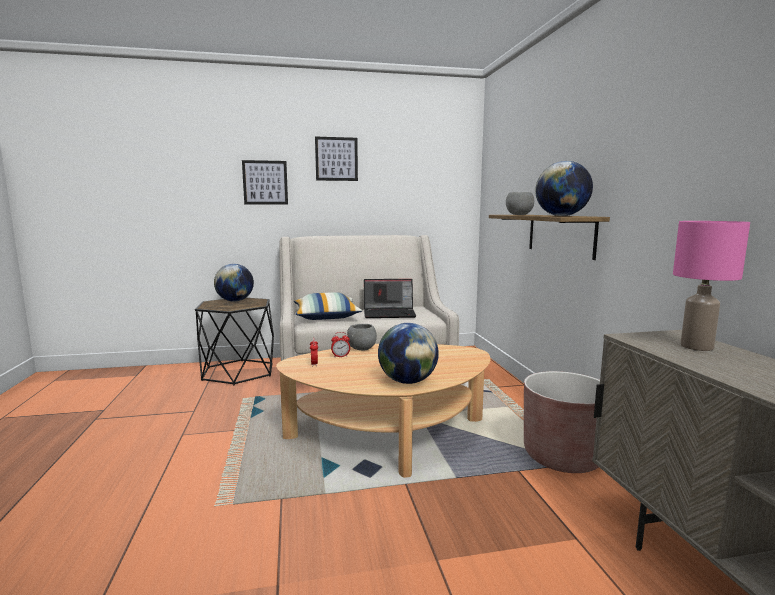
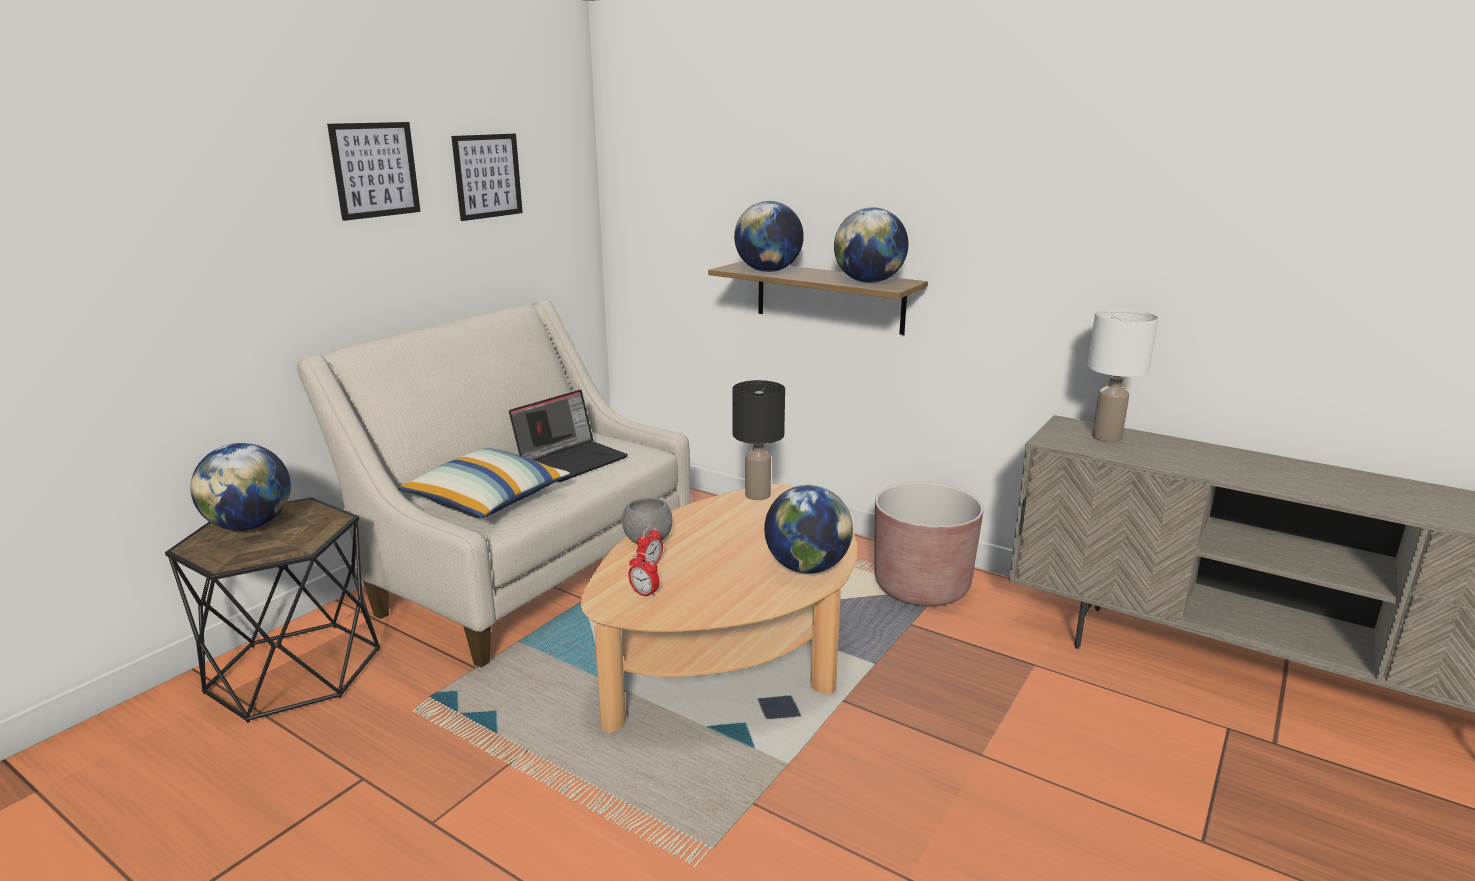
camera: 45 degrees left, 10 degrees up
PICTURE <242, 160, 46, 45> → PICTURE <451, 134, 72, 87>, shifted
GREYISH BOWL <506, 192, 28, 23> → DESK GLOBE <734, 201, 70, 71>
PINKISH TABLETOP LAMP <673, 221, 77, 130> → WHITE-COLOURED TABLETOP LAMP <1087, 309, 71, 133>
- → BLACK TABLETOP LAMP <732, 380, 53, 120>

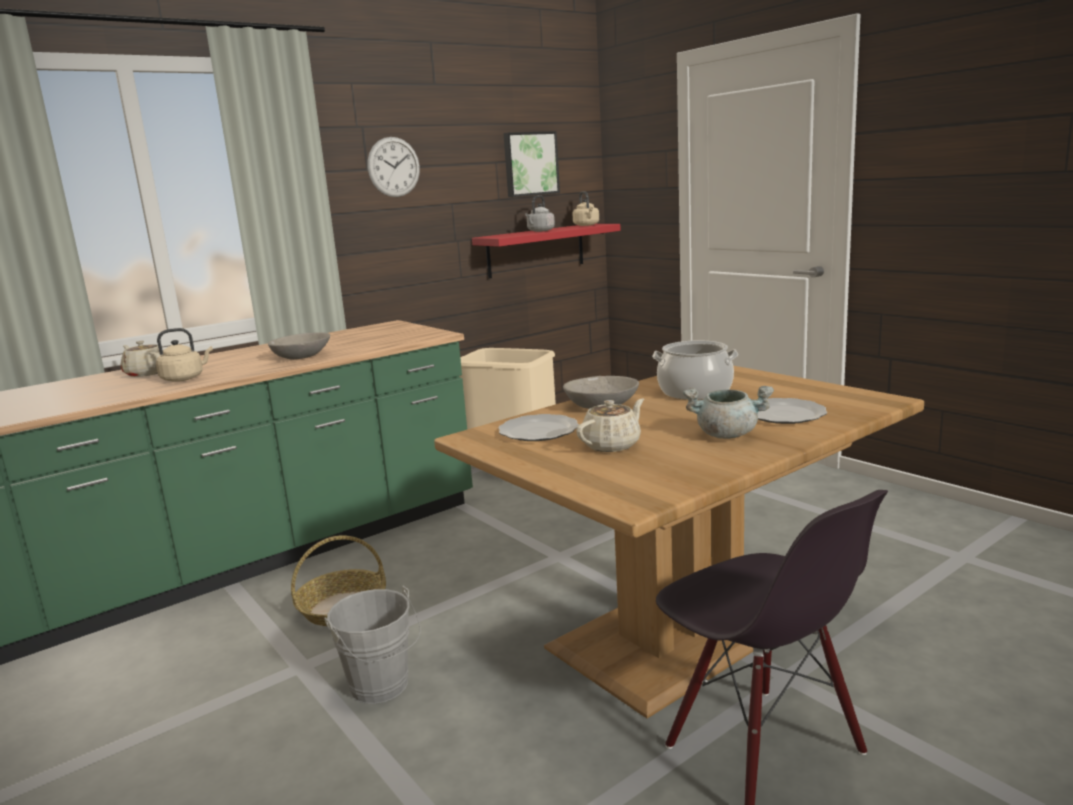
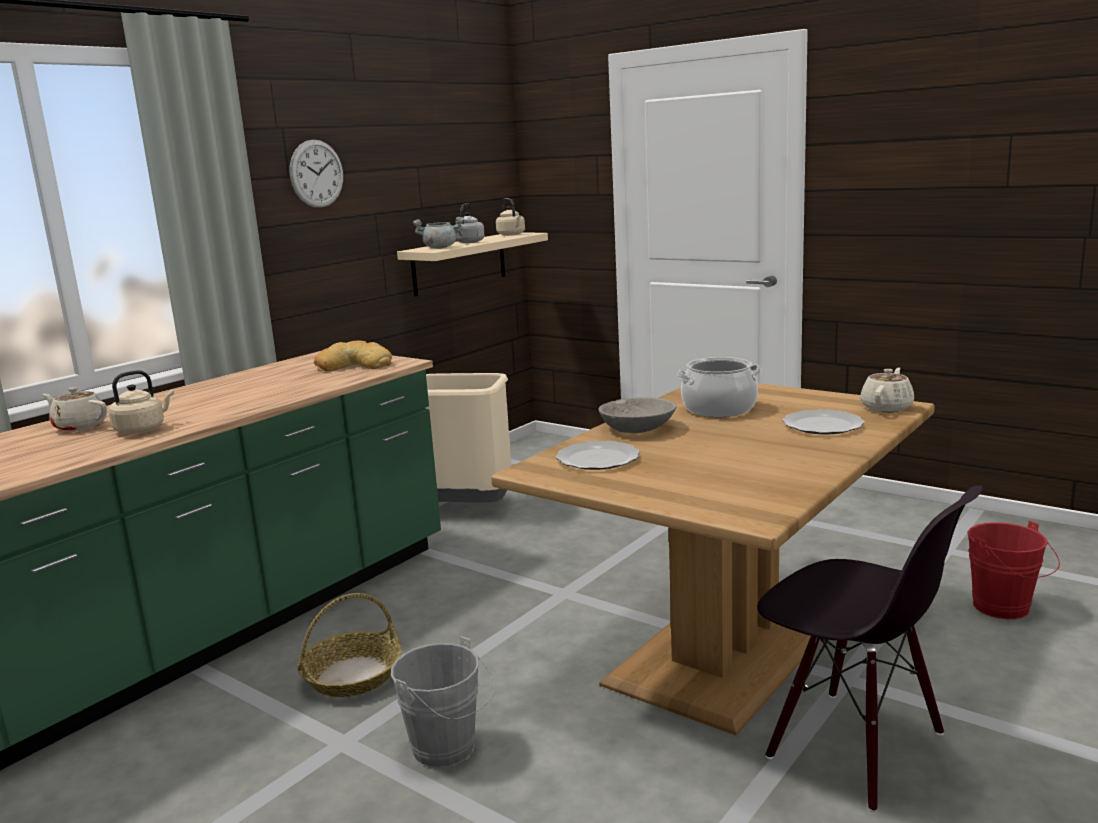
camera: 15 degrees left, 0 degrees up
GREYISH BOWL <268, 332, 62, 28> → -
REDDISH BRACKET SHELF <472, 224, 149, 55> → SAND-COLOURED BRACKET SHELF <397, 232, 151, 64>
PICTURE <503, 131, 57, 66> → -
SAND-COLOURED TEAPOT <576, 399, 68, 53> → SAND-COLOURED TEAPOT <860, 368, 54, 44>, shifted
GREYISH COOKING POT <683, 386, 91, 53> → GREYISH COOKING POT <413, 217, 51, 32>, shifted
- → BREAD <314, 340, 78, 31>
- → REDDISH PAIL <967, 521, 93, 98>

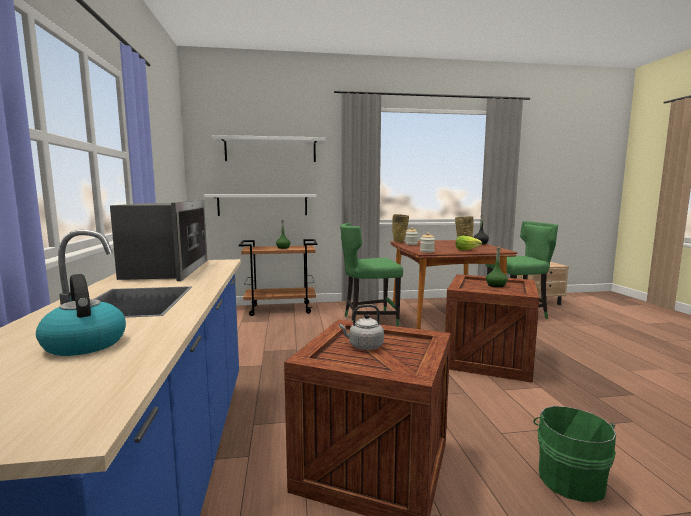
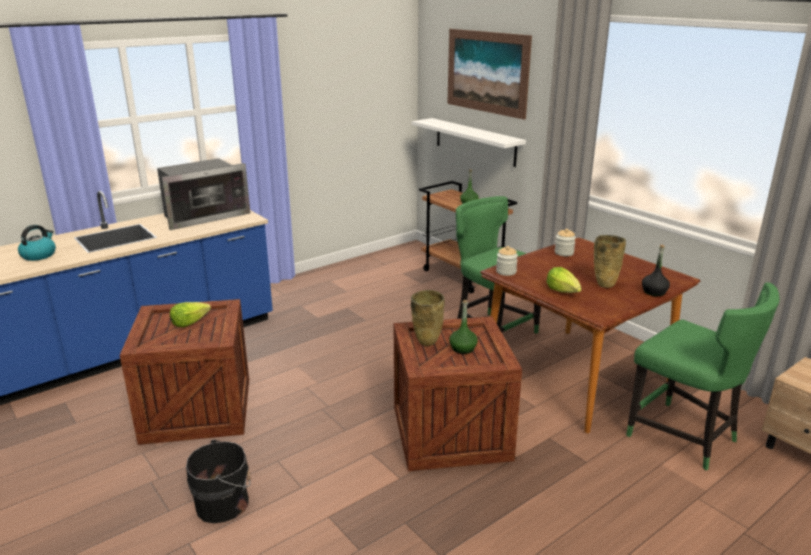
camera: 60 degrees right, 15 degrees up
WHITE-COLOURED BRACKET SHELF <212, 135, 113, 27> → PICTURE <447, 29, 85, 91>
GREYISH TEA KETTLE <339, 304, 45, 46> → LETTUCE <170, 302, 41, 25>
SAND-COLOURED FLOWER VASE <392, 214, 17, 28> → SAND-COLOURED FLOWER VASE <411, 290, 34, 56>, shifted
GREEN PAIL <533, 406, 83, 96> → BLACK PAIL <186, 440, 65, 83>

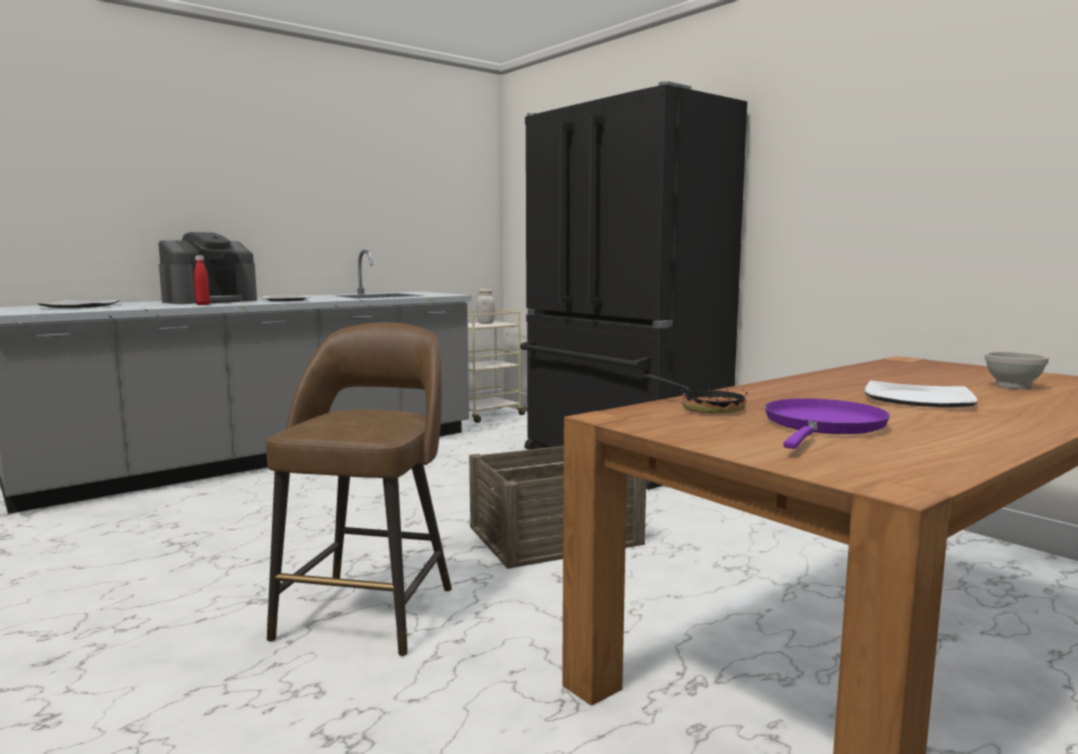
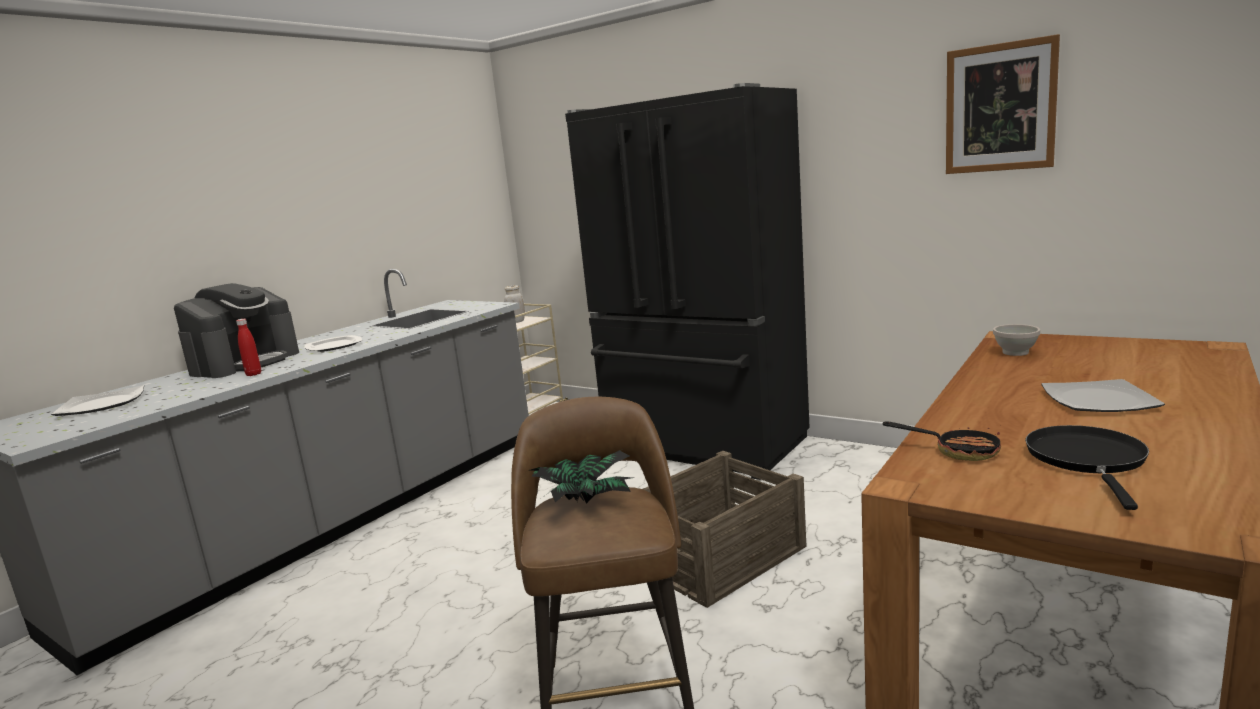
camera: 15 degrees left, 5 degrees up
PURPLE-COLOURED PAN <765, 398, 125, 51> → BLACK PAN <1025, 425, 124, 85>
WHITE-COLOURED BOWL <985, 352, 64, 37> → WHITE-COLOURED BOWL <993, 324, 47, 32>, shifted
- → POTTED PLANT <531, 450, 102, 54>
- → PICTURE <946, 34, 114, 140>

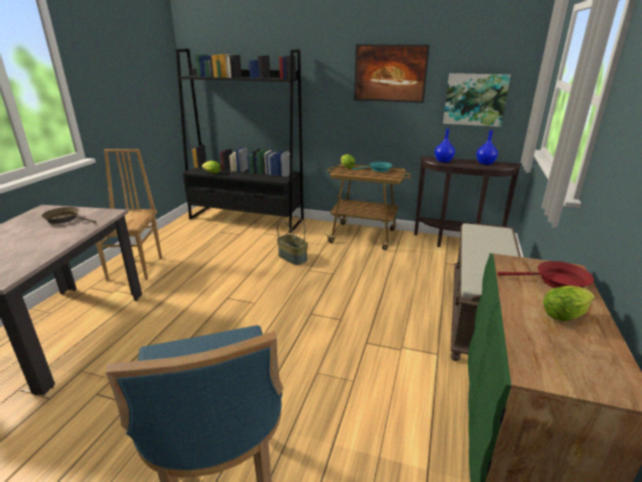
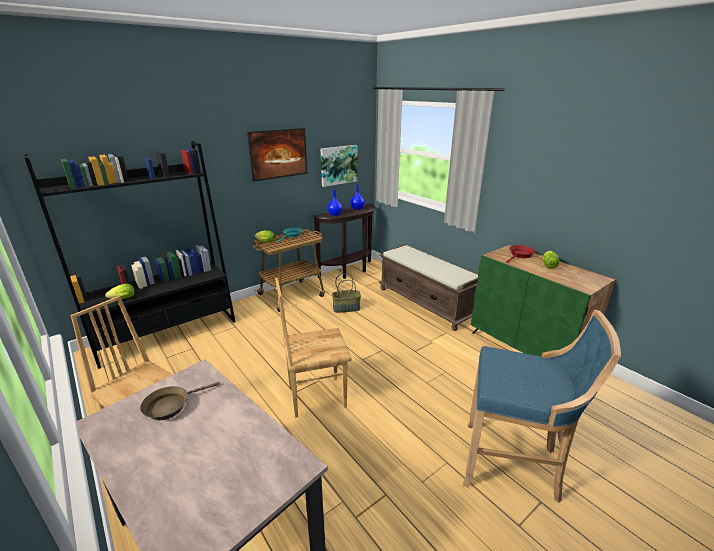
camera: 55 degrees left, 0 degrees up
STORAGE BASKET <277, 216, 31, 49> → STORAGE BASKET <332, 273, 29, 40>, shifted
- → BROWN-COLOURED UPRIGHT CHAIR <275, 277, 76, 141>

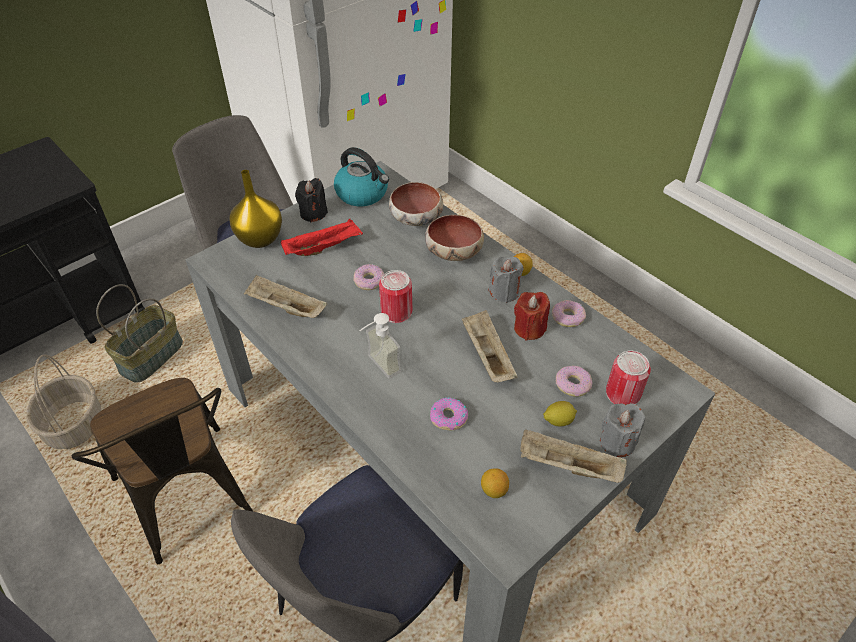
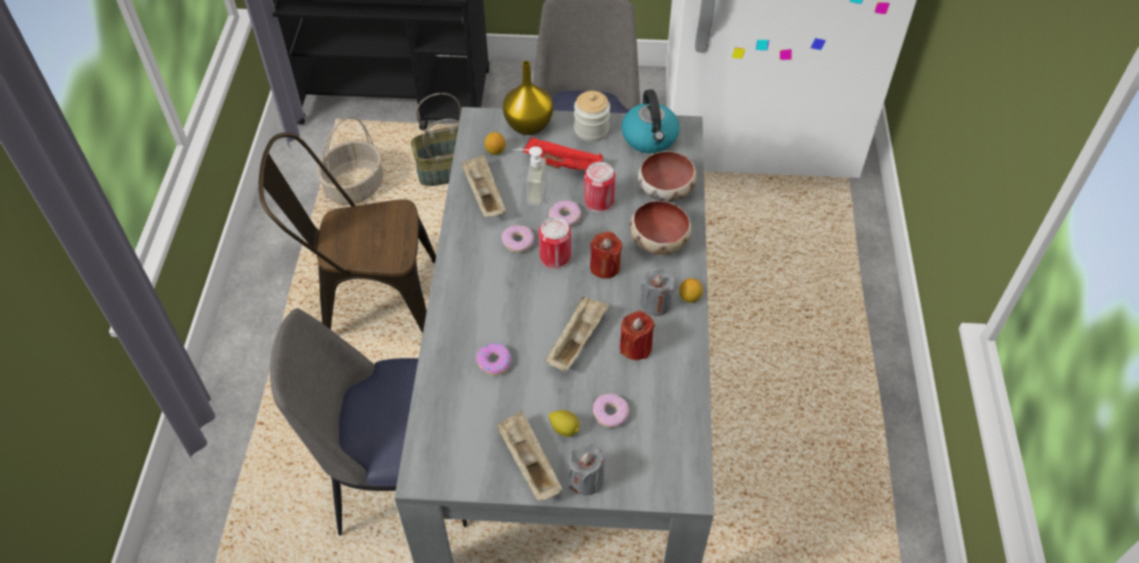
camera: 45 degrees right, 5 degrees up
BROWN-COLOURED UPRIGHT CHAIR <72, 378, 181, 186> → BROWN-COLOURED UPRIGHT CHAIR <259, 133, 177, 200>, 75 degrees clockwise
BLACK CANDLE <295, 178, 33, 44> → JAR <574, 91, 36, 51>
SOAP BOTTLE <359, 313, 42, 66> → SOAP BOTTLE <513, 146, 34, 60>, shifted
CITRUS FRUIT <481, 468, 28, 30> → CITRUS FRUIT <484, 132, 22, 23>, shifted
DONUT <552, 300, 34, 27> → DONUT <502, 225, 32, 28>, shifted
METAL CAN <606, 351, 45, 53> → METAL CAN <584, 162, 32, 50>, shifted
- → REDDISH CANDLE <590, 231, 32, 48>

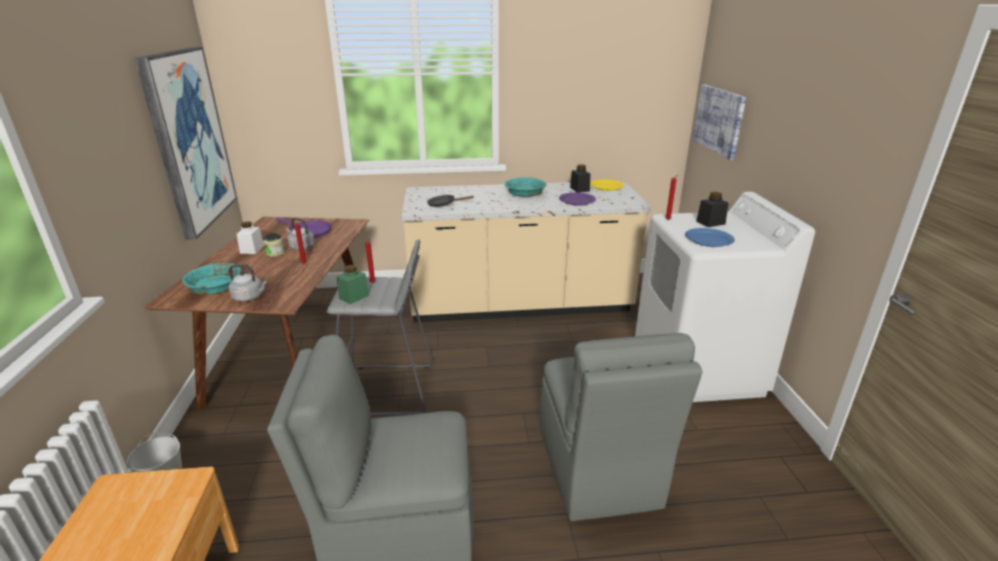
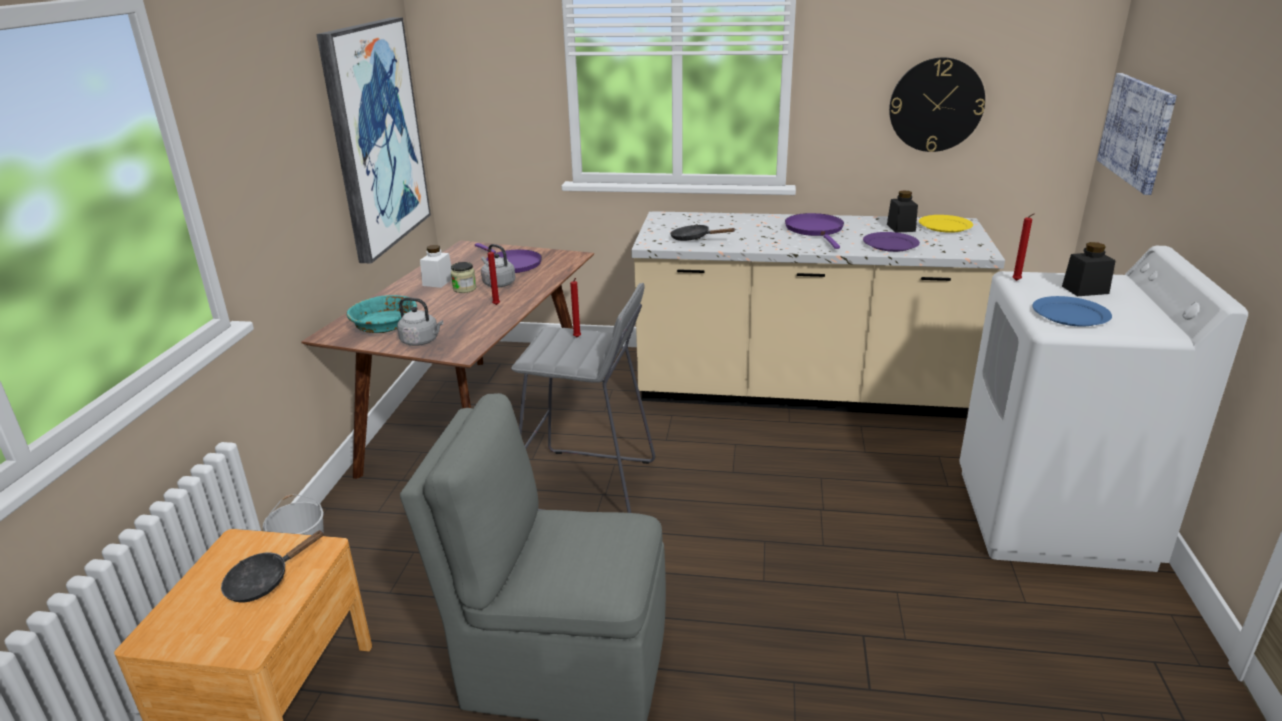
camera: 15 degrees right, 0 degrees up
GREEN JAR <337, 265, 32, 39> → -
BLUE-GREEN BOWL <505, 177, 42, 20> → PURPLE-COLOURED PAN <785, 213, 59, 36>
GREYISH UPRIGHT CHAIR <540, 333, 162, 188> → -
- → BLACK PAN <221, 530, 103, 73>
- → HANGING CLOCK <889, 57, 96, 95>

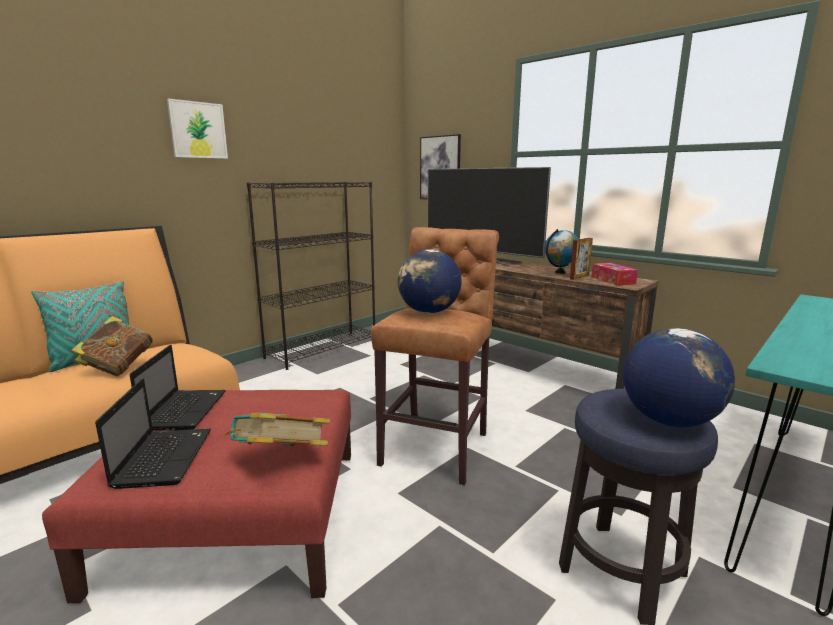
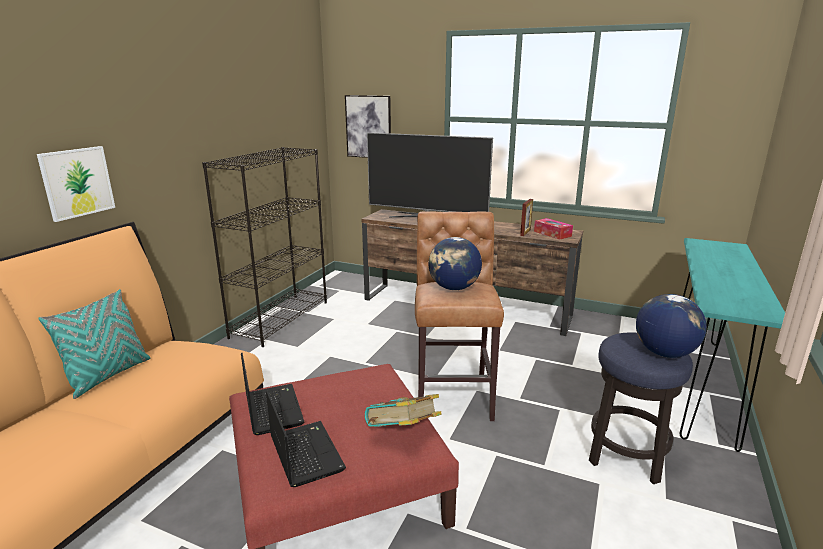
camera: 20 degrees left, 5 degrees up
BOOK <72, 316, 81, 61> → -
PICTURE <167, 99, 61, 60> → PICTURE <37, 146, 78, 76>, shifted
DESK GLOBE <545, 229, 33, 45> → -

